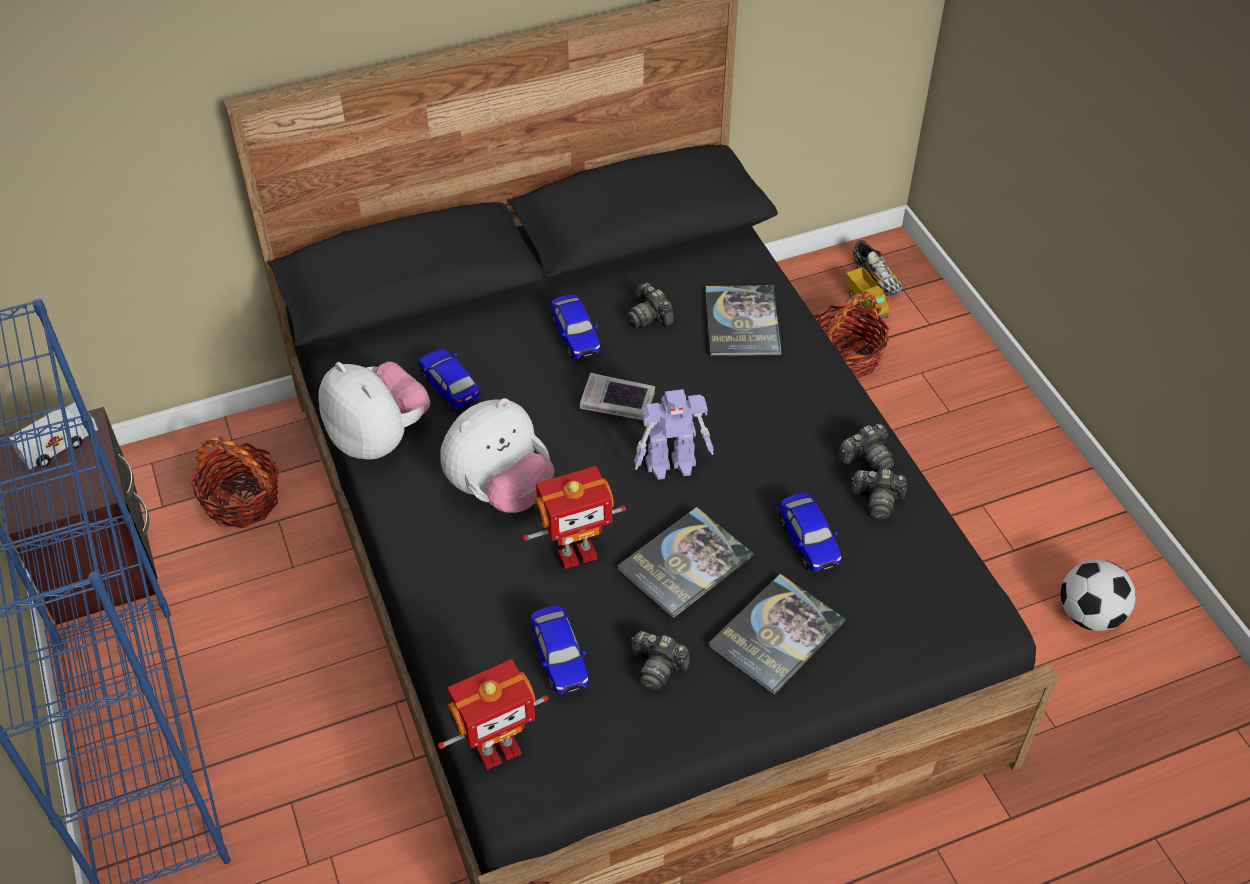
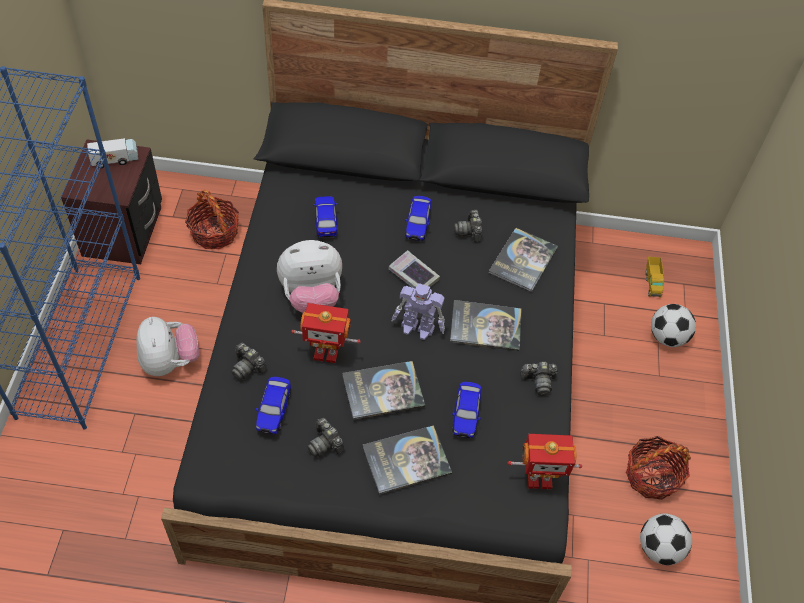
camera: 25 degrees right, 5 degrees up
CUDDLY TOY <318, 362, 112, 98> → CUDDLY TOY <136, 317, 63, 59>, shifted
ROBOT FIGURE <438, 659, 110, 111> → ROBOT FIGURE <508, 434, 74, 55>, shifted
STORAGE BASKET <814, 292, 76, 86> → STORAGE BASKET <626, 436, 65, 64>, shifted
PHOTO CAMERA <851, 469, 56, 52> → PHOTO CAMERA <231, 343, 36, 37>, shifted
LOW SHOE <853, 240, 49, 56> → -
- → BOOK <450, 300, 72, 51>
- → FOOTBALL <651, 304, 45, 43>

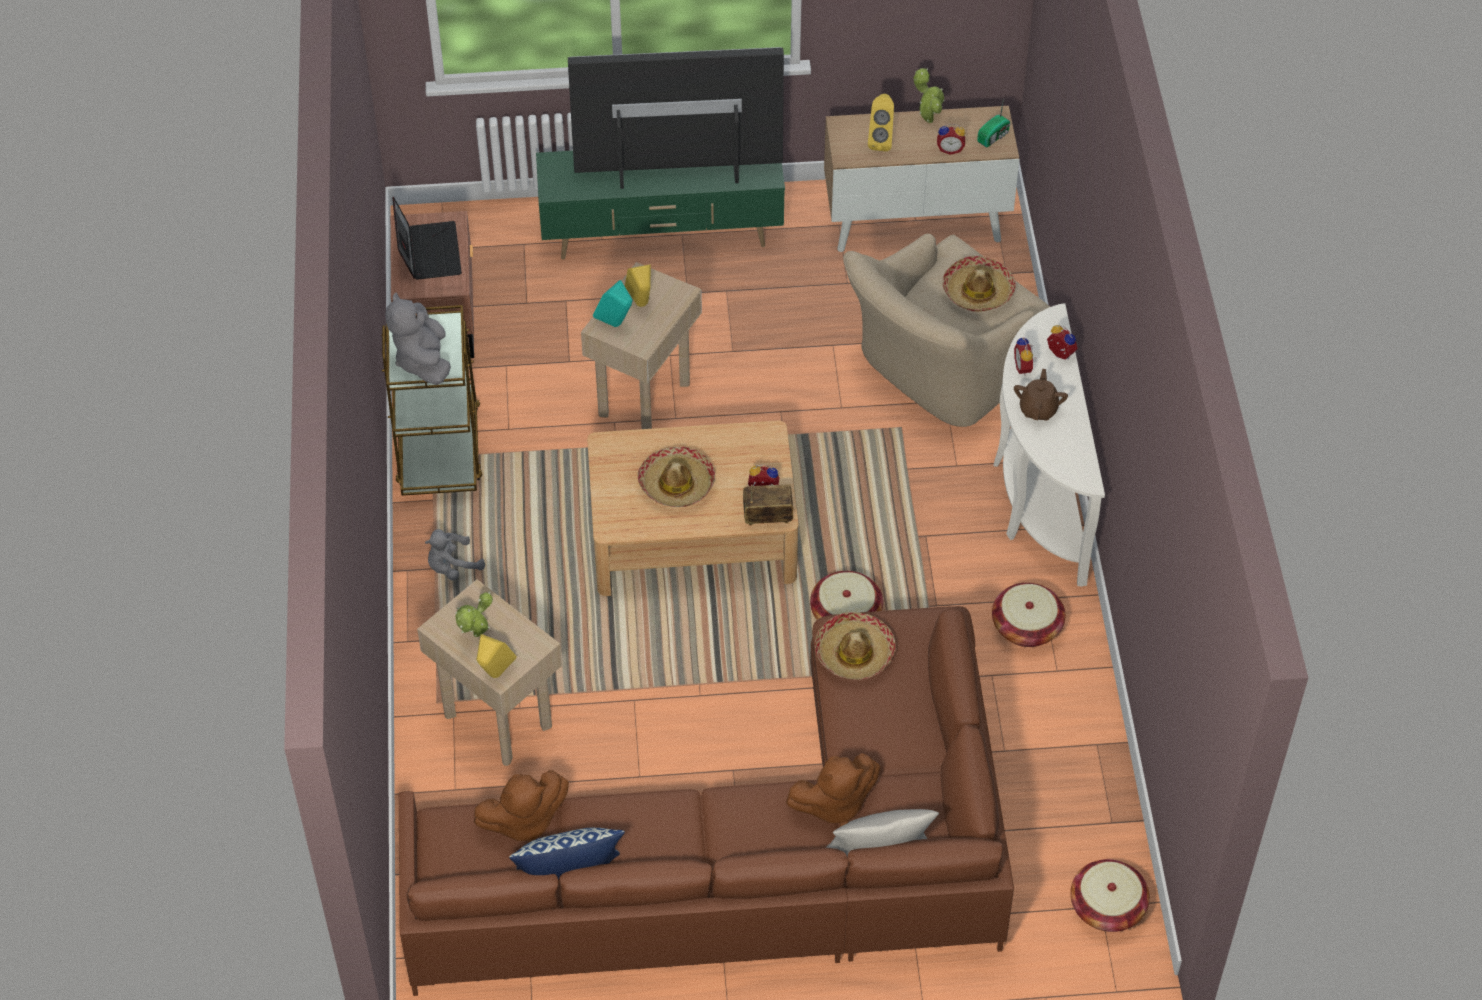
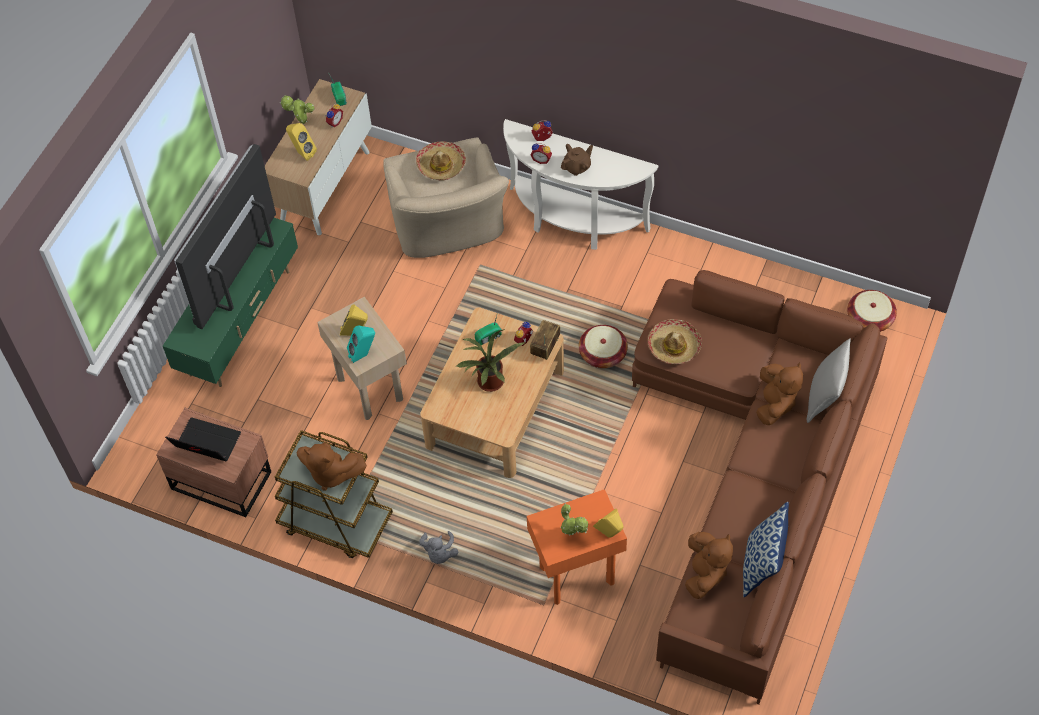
camera: 60 degrees left, 5 degrees up
GREYISH CUDDLY TOY <386, 292, 65, 93> → BROWN-COLOURED CUDDLY TOY <297, 442, 70, 49>
SAND-COLOURED SIDE TABLE <417, 579, 145, 187> → ORANGE-COLOURED SIDE TABLE <527, 489, 100, 116>
WEARABLE HAT <638, 447, 77, 60> → POTTED PLANT <455, 329, 72, 63>
STORAGE BASKET <992, 583, 73, 64> → -
BROWN-COLOURED TEAPOT <1014, 369, 54, 52> → BROWN-COLOURED TEAPOT <561, 144, 32, 32>, 105 degrees clockwise
- → RADIO RECEIVER <474, 312, 28, 33>

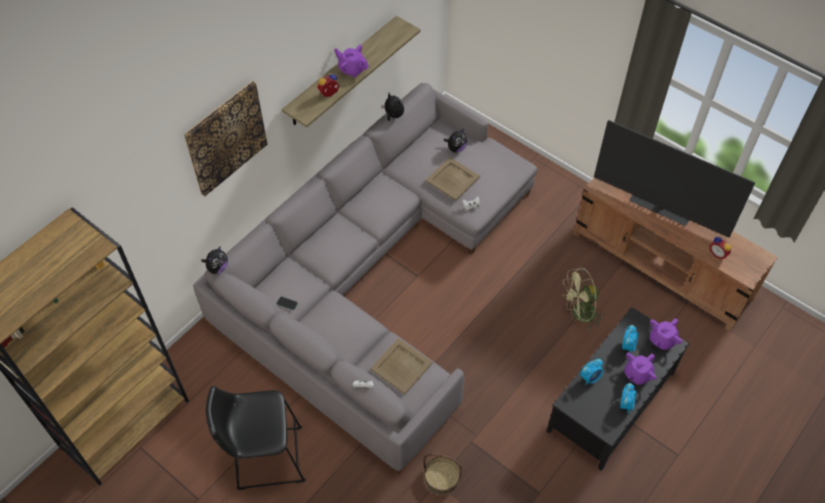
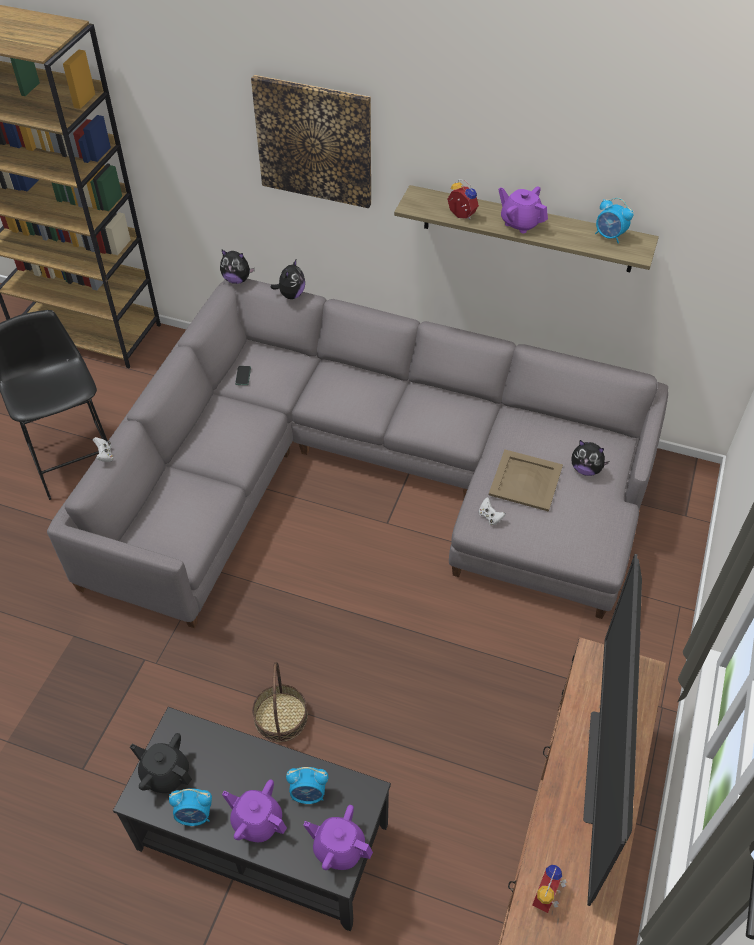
camera: 70 degrees right, 5 degrees down
PURPLE-COLOURED TEAPOT <334, 45, 35, 32> → PURPLE-COLOURED TEAPOT <498, 186, 50, 47>, 60 degrees counterclockwise
SAND-COLOURED TRAY <370, 338, 63, 56> → -
CUDDLY TOY <381, 93, 23, 28> → CUDDLY TOY <270, 259, 35, 40>, shifted
STORAGE BASKET <423, 453, 39, 42> → STORAGE BASKET <252, 662, 56, 80>, shifted
GREEN FAN <562, 268, 43, 62> → -
TABLE CLOCK <580, 359, 23, 26> → TABLE CLOCK <595, 198, 38, 46>, shifted
- → BLACK TEAPOT <130, 733, 62, 60>

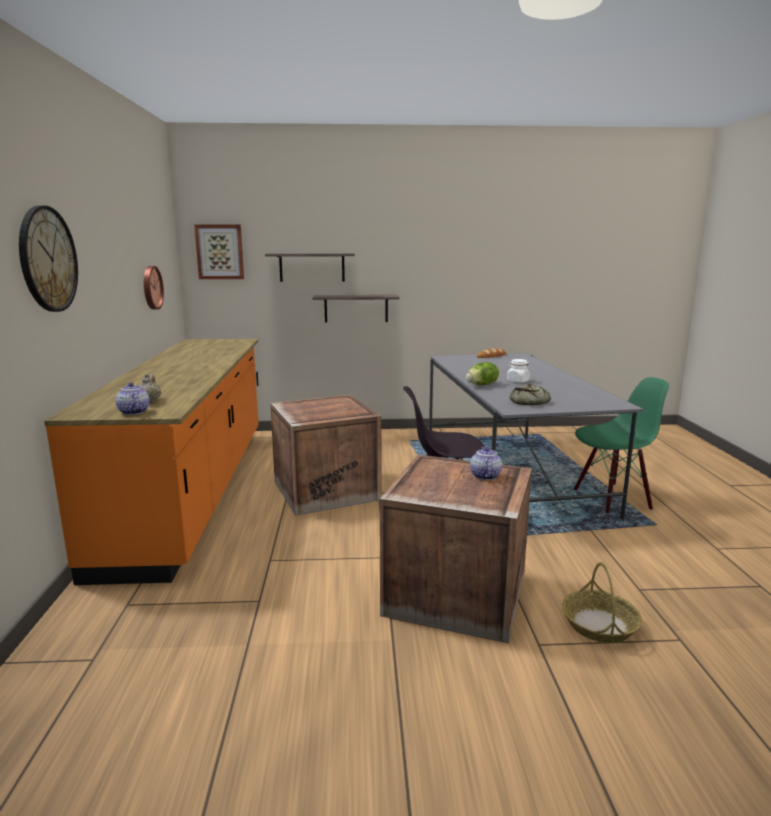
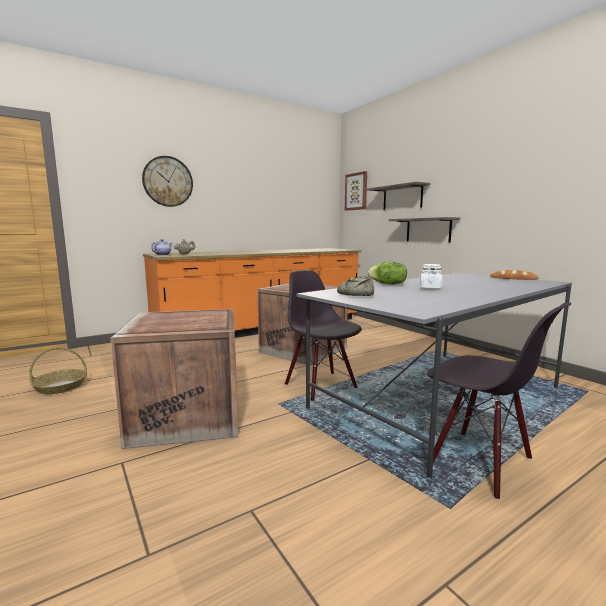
camera: 60 degrees right, 5 degrees down
HANGING CLOCK <144, 266, 20, 44> → -
TEAPOT <470, 447, 32, 33> → -
STORAGE BASKET <562, 562, 80, 81> → STORAGE BASKET <29, 347, 58, 47>, shifted
GREEN UPRIGHT CHAIR <574, 377, 95, 136> → BLACK UPRIGHT CHAIR <427, 302, 144, 198>

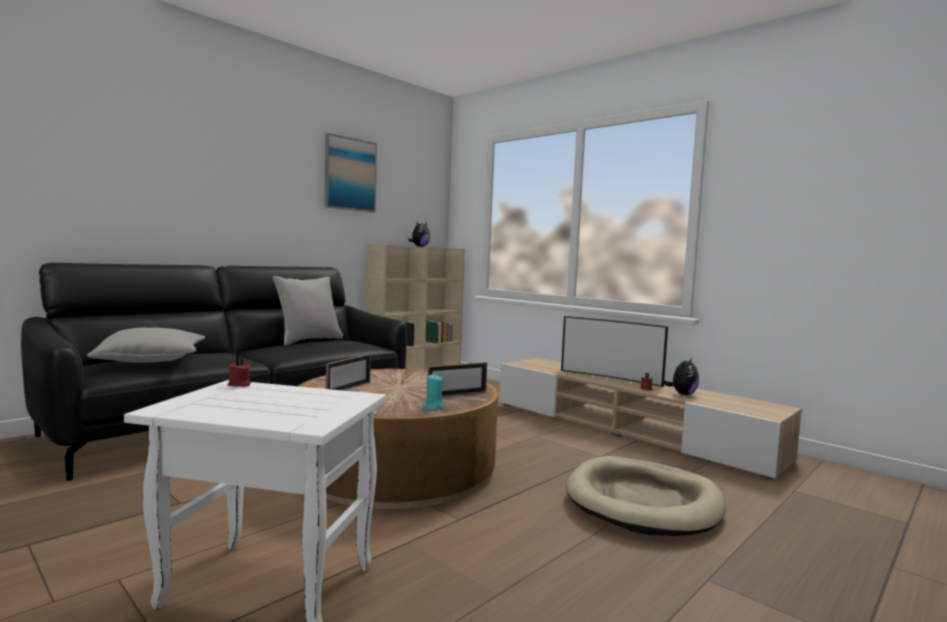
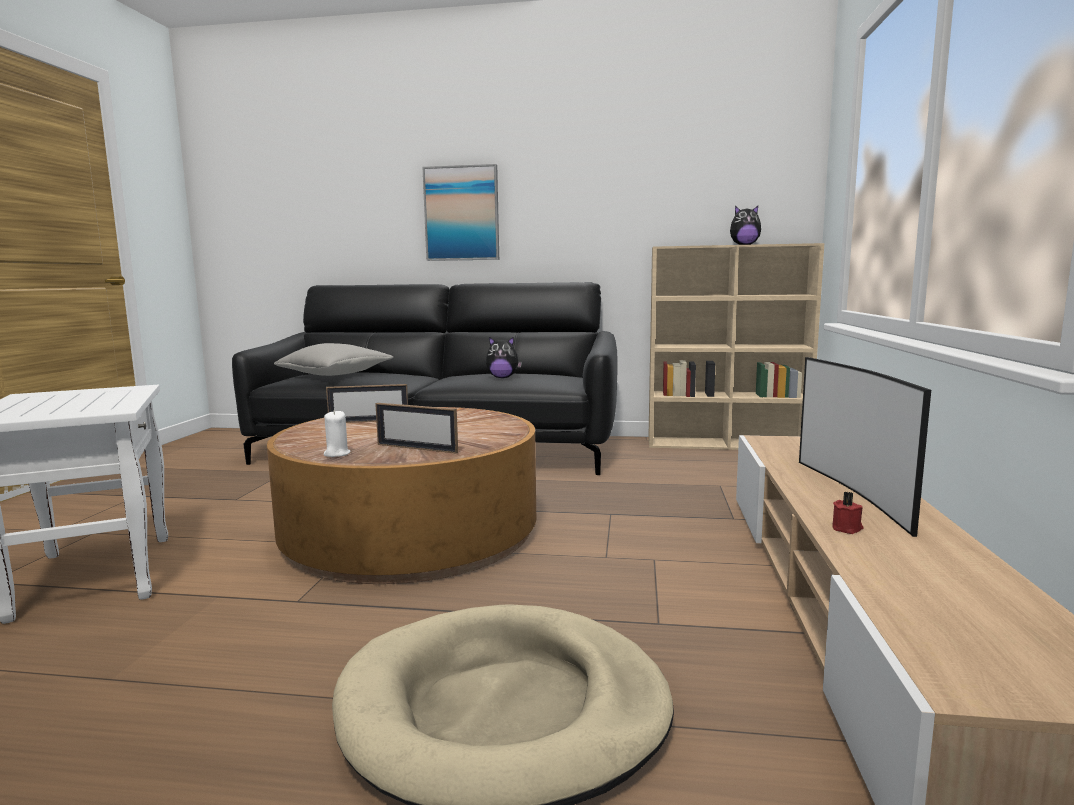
camera: 55 degrees right, 5 degrees up
REDDISH CANDLE <228, 355, 23, 32> → -
GREYISH PILLOW <273, 276, 70, 70> → -
PICTURE <324, 133, 53, 79> → PICTURE <422, 164, 77, 97>, shifted
BLUE-GREEN CANDLE <422, 374, 22, 36> → WHITE-COLOURED CANDLE <324, 410, 26, 47>
CUDDLY TOY <663, 358, 36, 37> → CUDDLY TOY <486, 337, 36, 41>, shifted

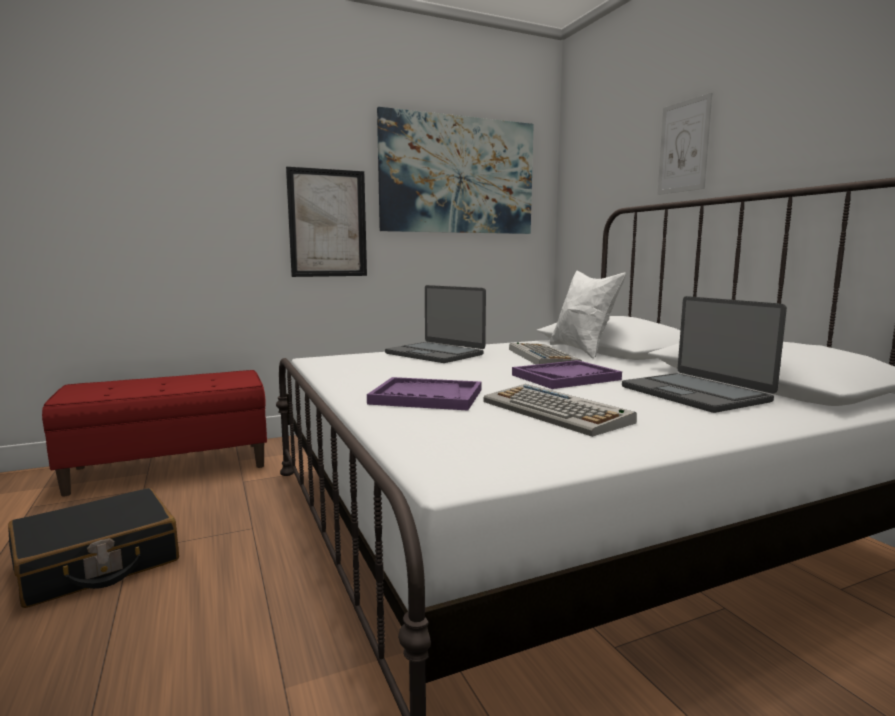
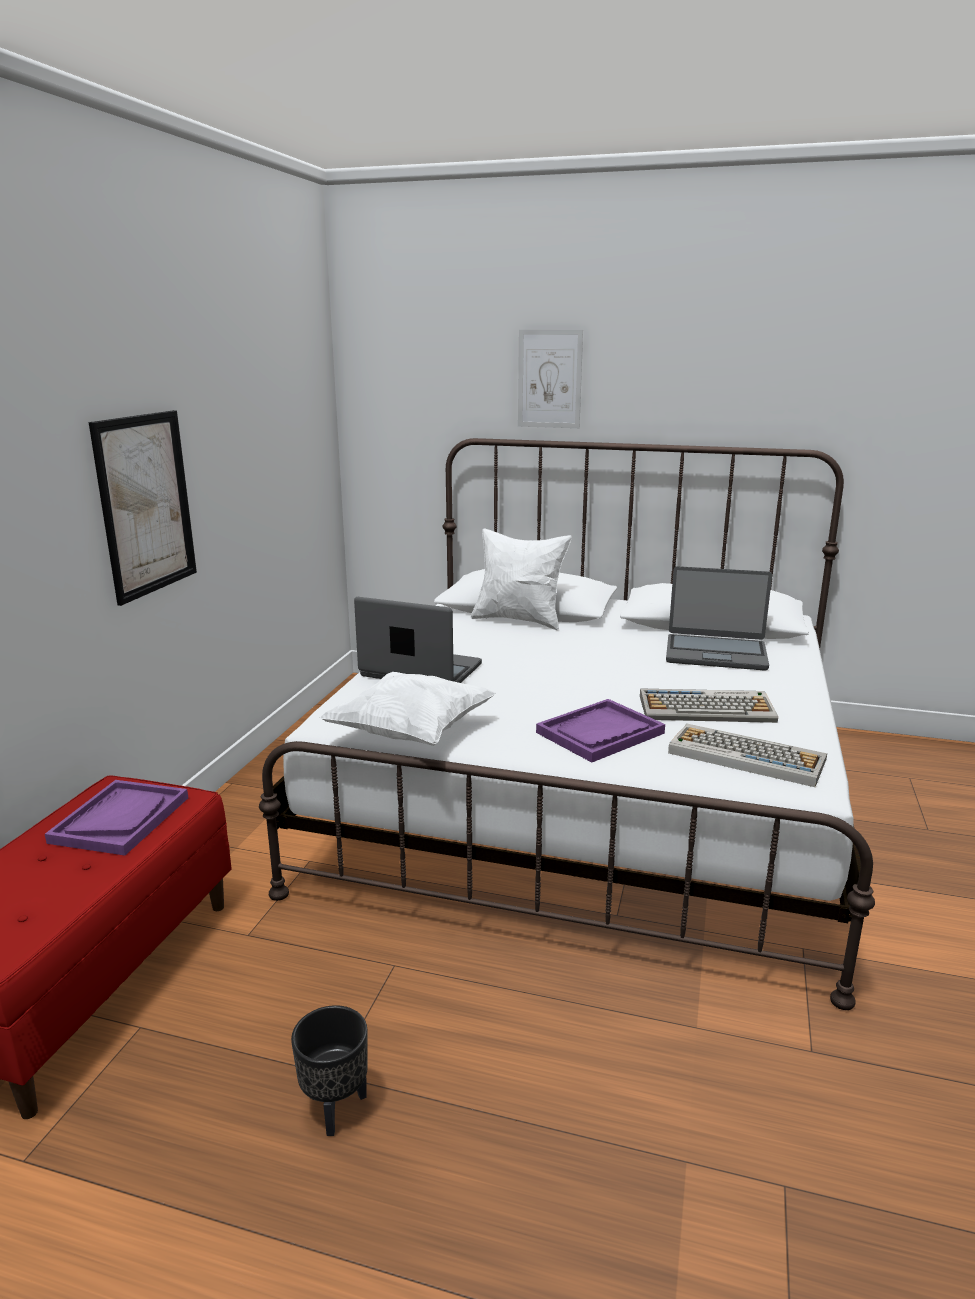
camera: 50 degrees left, 10 degrees up
BLACK TRAVEL CASE <8, 488, 171, 120> → BLACK FLOWER POT <291, 1005, 77, 131>
PICTURE <377, 107, 157, 127> → -
PORTABLE COMPUTER <385, 285, 101, 78> → PORTABLE COMPUTER <354, 597, 128, 86>, 150 degrees counterclockwise
KEYBOARD <509, 342, 73, 23> → KEYBOARD <668, 724, 159, 63>, shifted
PURPLE-COLOURED TRAY <512, 360, 110, 29> → PURPLE-COLOURED TRAY <45, 780, 143, 75>, shifted
- → WHITE-COLOURED PILLOW <319, 672, 177, 74>

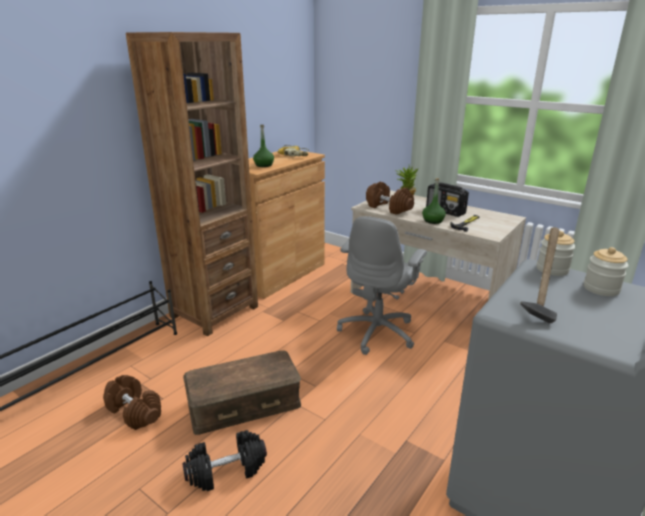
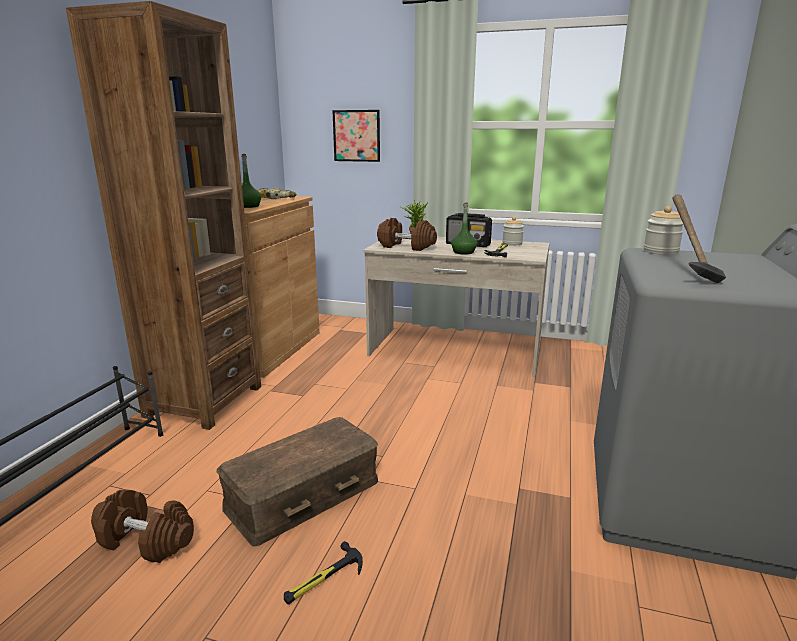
camera: 20 degrees left, 5 degrees down
BLACK FREE WEIGHT <182, 430, 85, 61> → HAMMER <284, 541, 79, 64>
GREYISH OFFICE CHAIR <337, 216, 90, 139> → -
JAR <584, 247, 45, 49> → JAR <502, 217, 22, 29>, shifted
- → PICTURE <332, 110, 48, 52>

